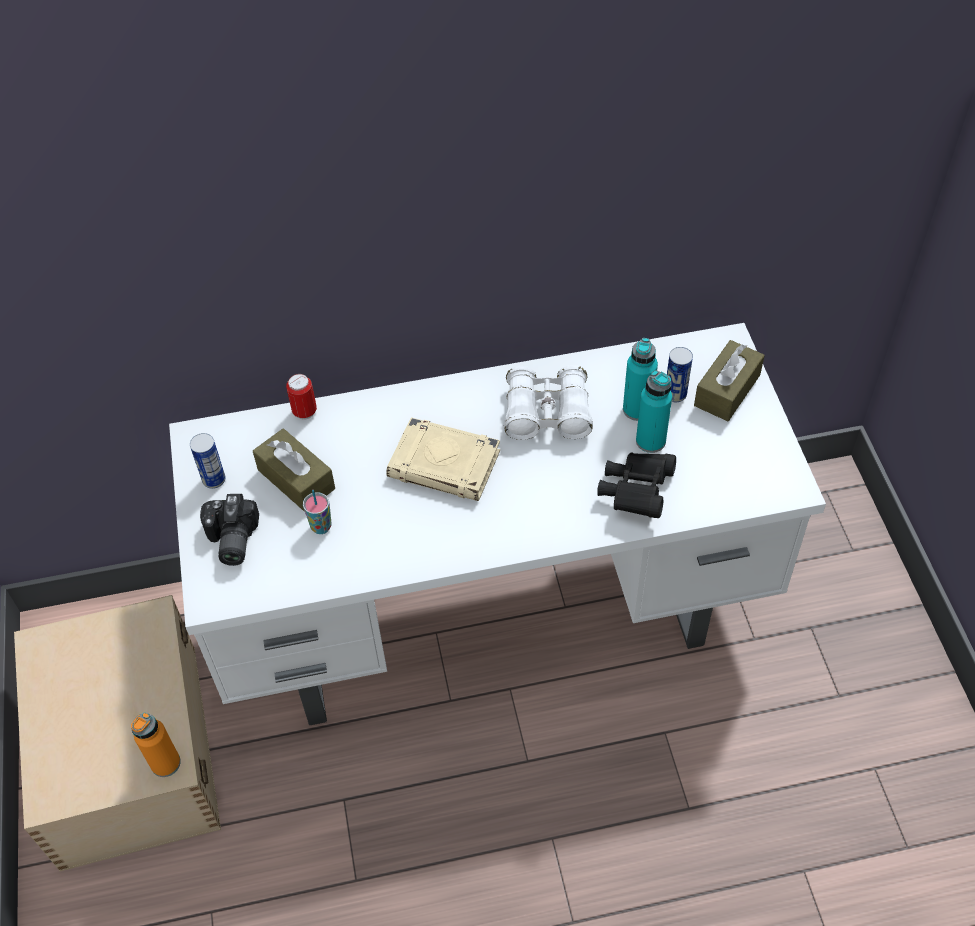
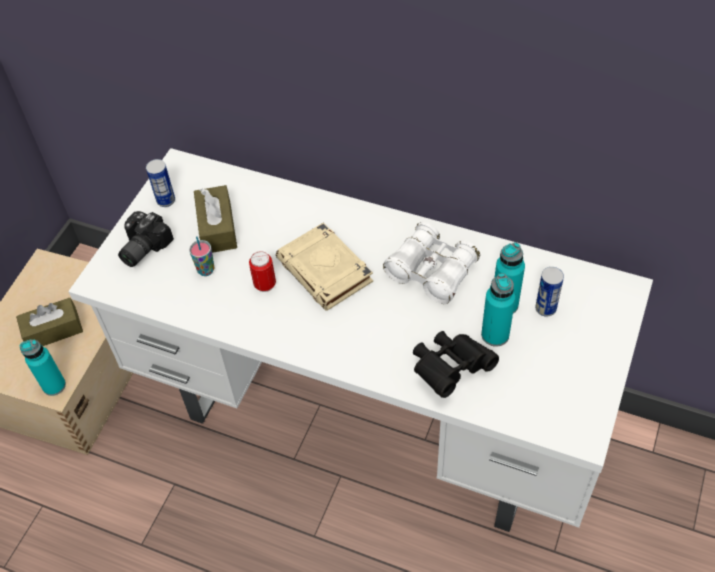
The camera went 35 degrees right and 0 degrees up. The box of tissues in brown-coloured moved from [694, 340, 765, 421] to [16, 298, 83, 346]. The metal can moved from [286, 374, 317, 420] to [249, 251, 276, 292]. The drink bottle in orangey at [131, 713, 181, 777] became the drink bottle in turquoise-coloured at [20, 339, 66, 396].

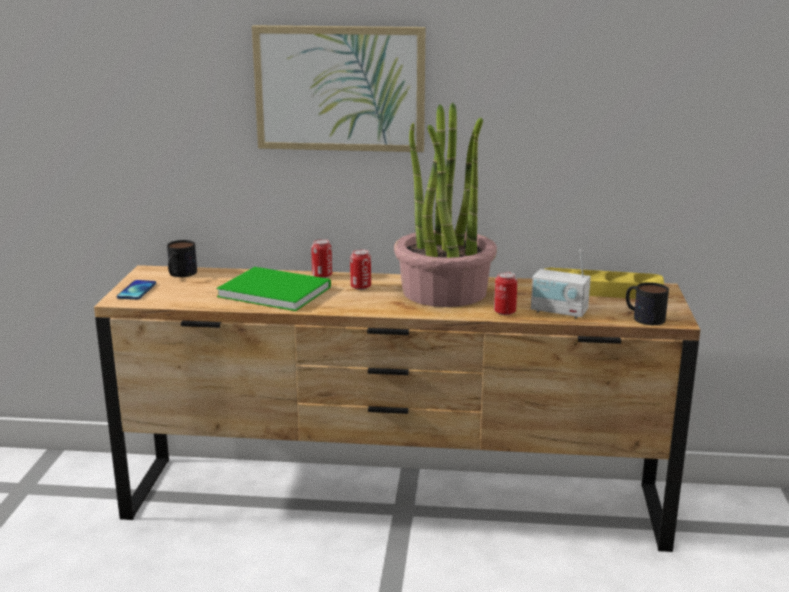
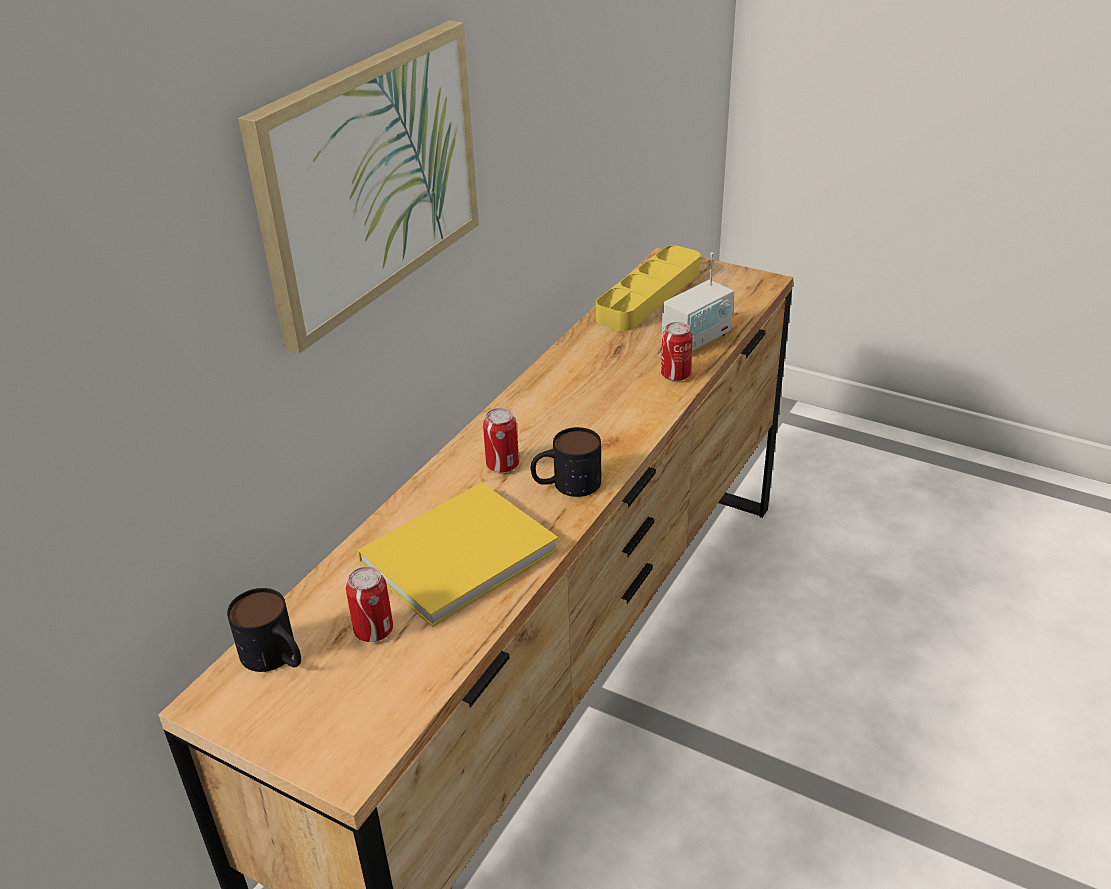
The camera went 65 degrees left and 15 degrees up. The houseplant at [394, 103, 497, 307] disappeared. The metal can moved from [311, 239, 332, 278] to [346, 566, 393, 642]. The volume in green at [217, 267, 331, 311] became the volume in yellow-coloured at [356, 482, 559, 627]. The handset at [117, 280, 156, 300] disappeared. The mug moved from [626, 282, 669, 325] to [531, 427, 601, 497].

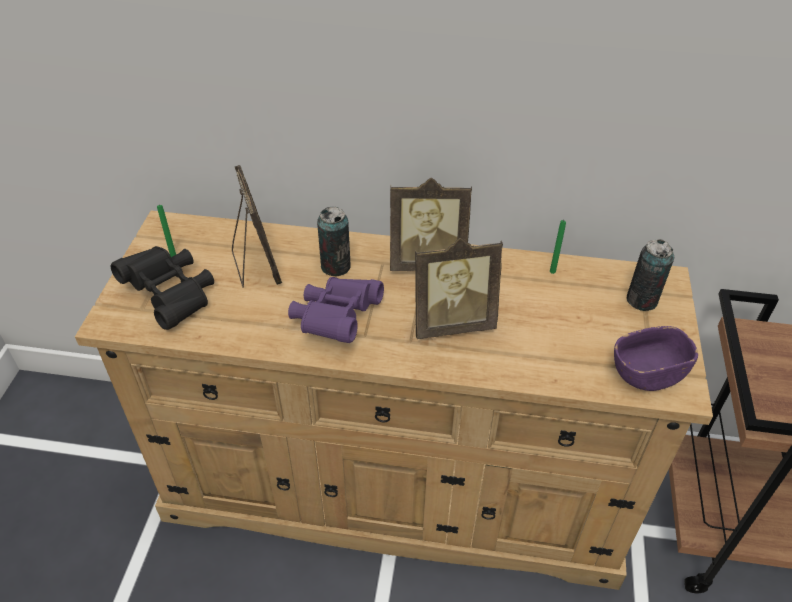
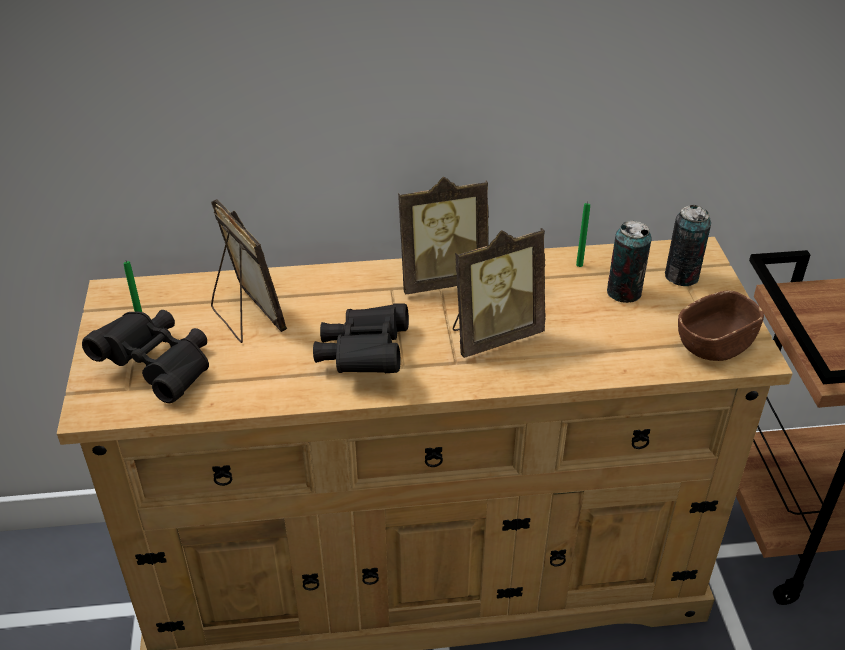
The camera went 15 degrees left and 5 degrees down. The metal can moved from [317, 207, 351, 276] to [607, 220, 652, 303]. The binoculars in purple at [288, 277, 384, 343] became the binoculars in black-coloured at [313, 303, 409, 373]. The deep dish in purple at [614, 326, 698, 391] became the deep dish in brown-coloured at [678, 290, 764, 361].

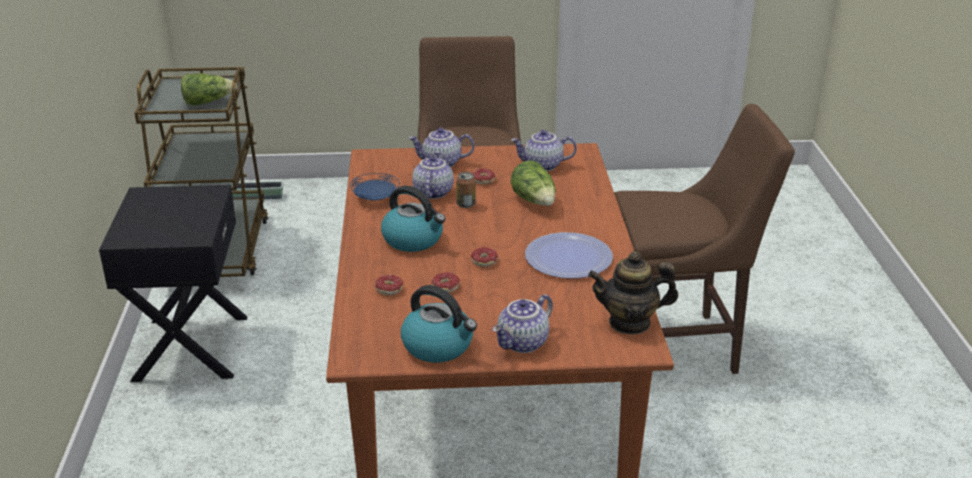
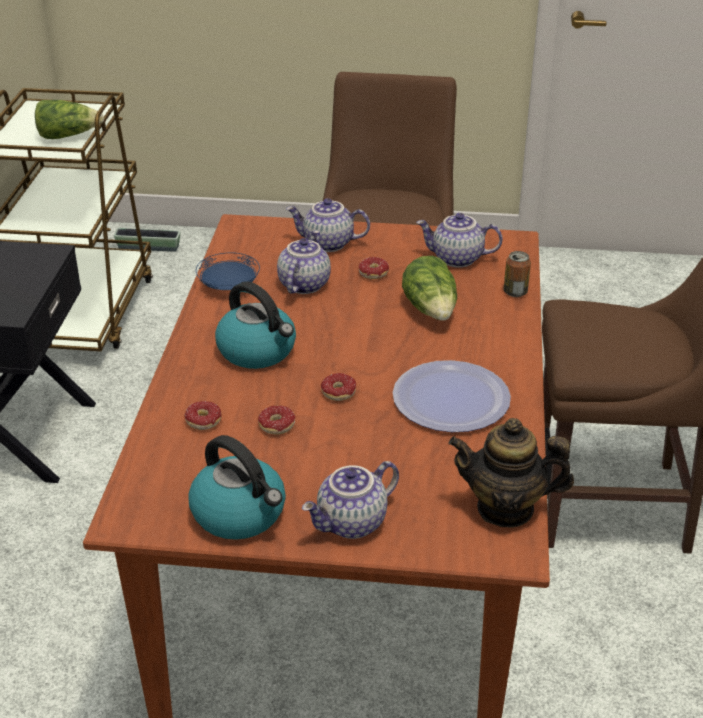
The camera went 10 degrees right and 5 degrees up. The metal can moved from [456, 172, 475, 208] to [504, 251, 531, 297].

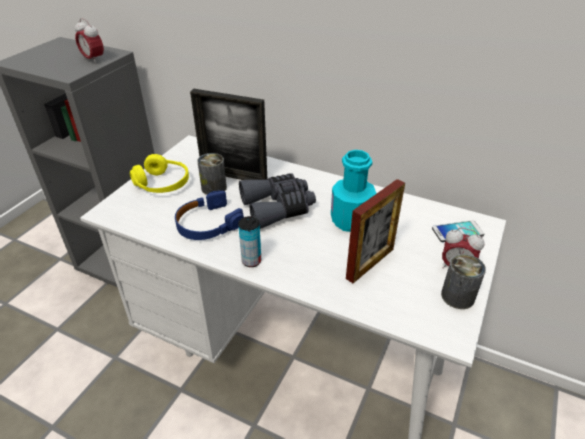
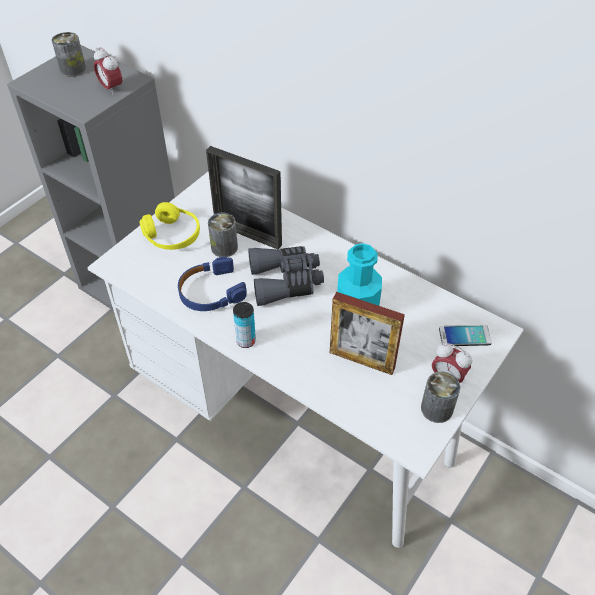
The camera went 10 degrees right and 10 degrees up. The picture frame at [346, 179, 405, 283] turned 60 degrees clockwise. The metal can at [52, 32, 86, 77] appeared.

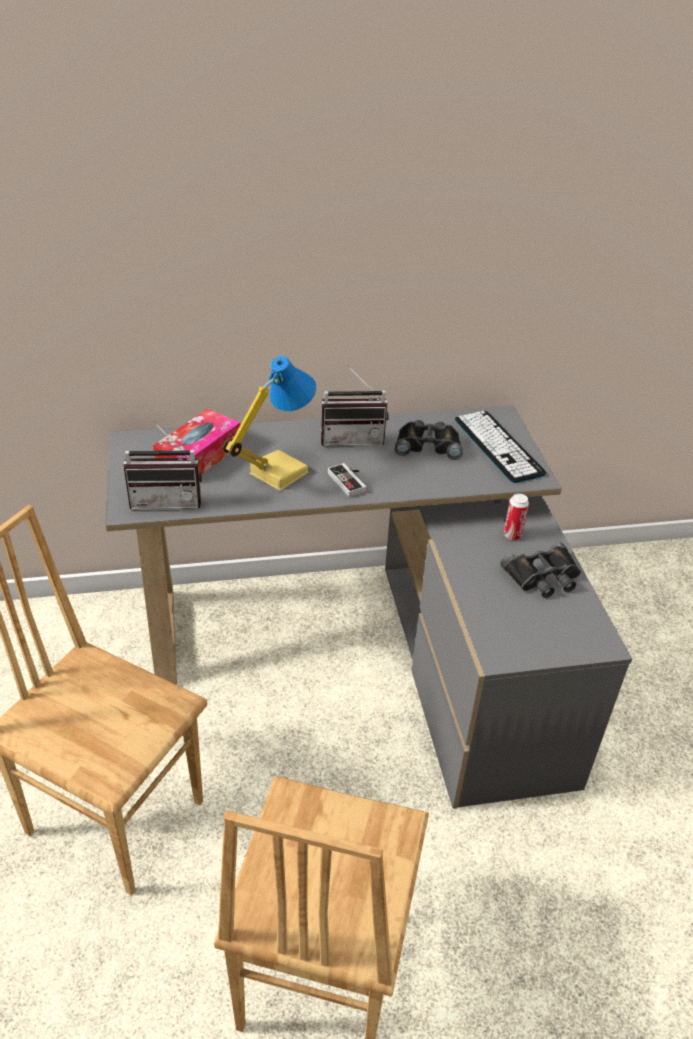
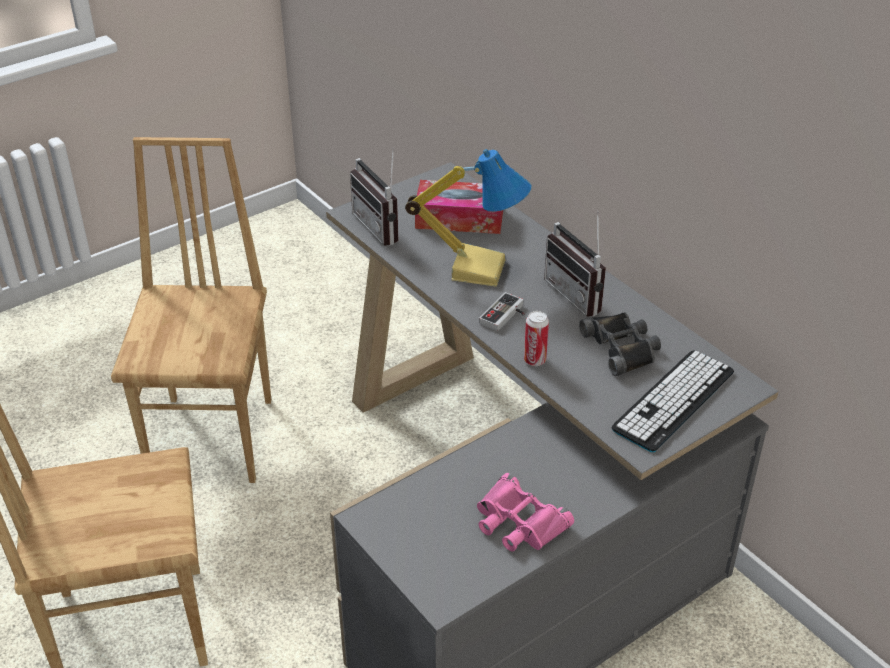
The camera went 65 degrees right and 0 degrees up. The metal can moved from [503, 493, 529, 540] to [524, 311, 549, 366]. The binoculars in black-coloured at [500, 542, 581, 598] became the binoculars in pink at [477, 473, 574, 552].

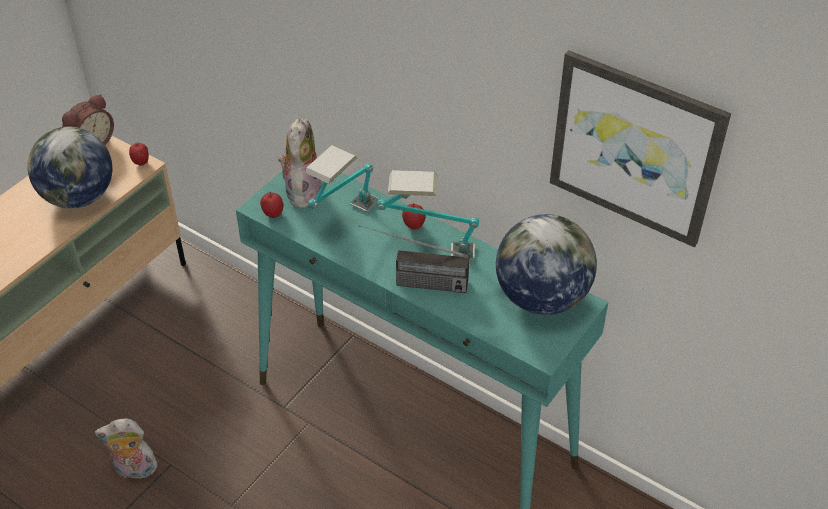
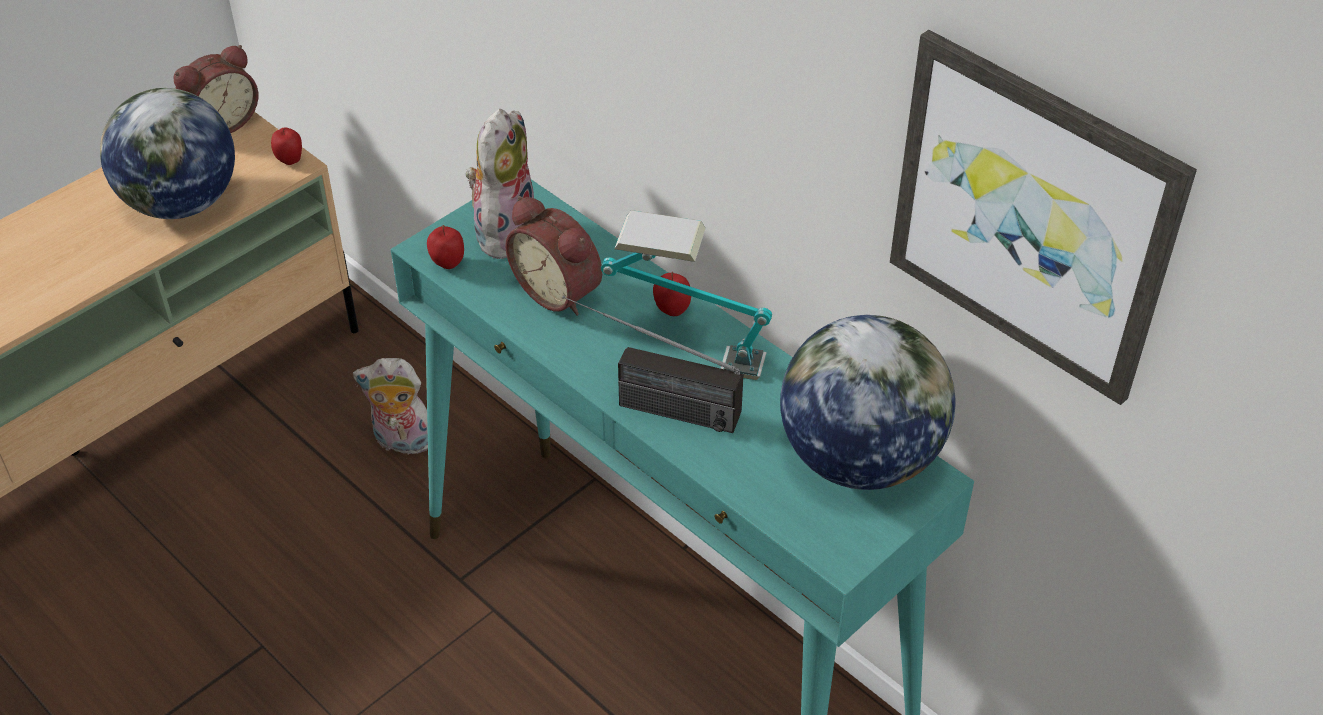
The camera went 10 degrees right and 0 degrees up. The lamp for a table at [305, 145, 379, 213] was replaced by the bedside clock at [505, 196, 602, 316]. The plush toy moved from [95, 419, 161, 479] to [353, 358, 428, 455].

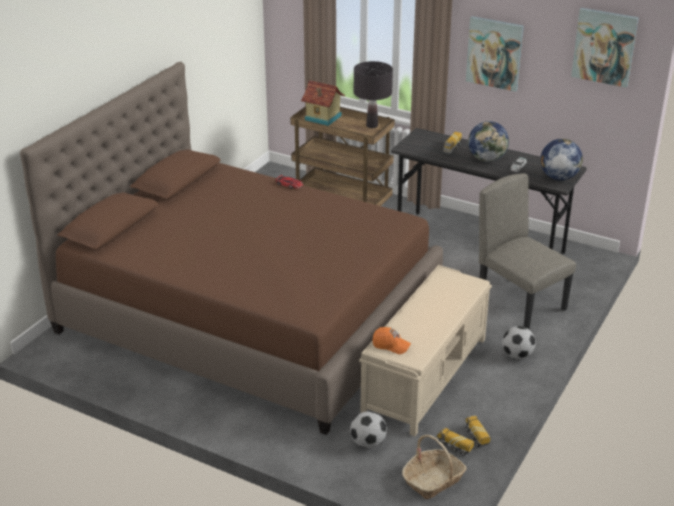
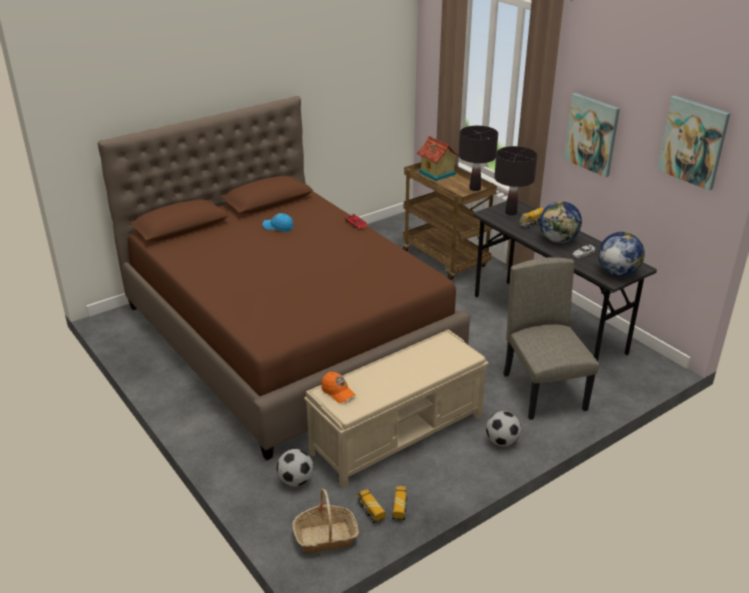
The camera went 25 degrees right and 0 degrees up. The lamp for a table in black-coloured at [494, 146, 537, 215] appeared. The cap in blue at [263, 213, 293, 232] appeared.

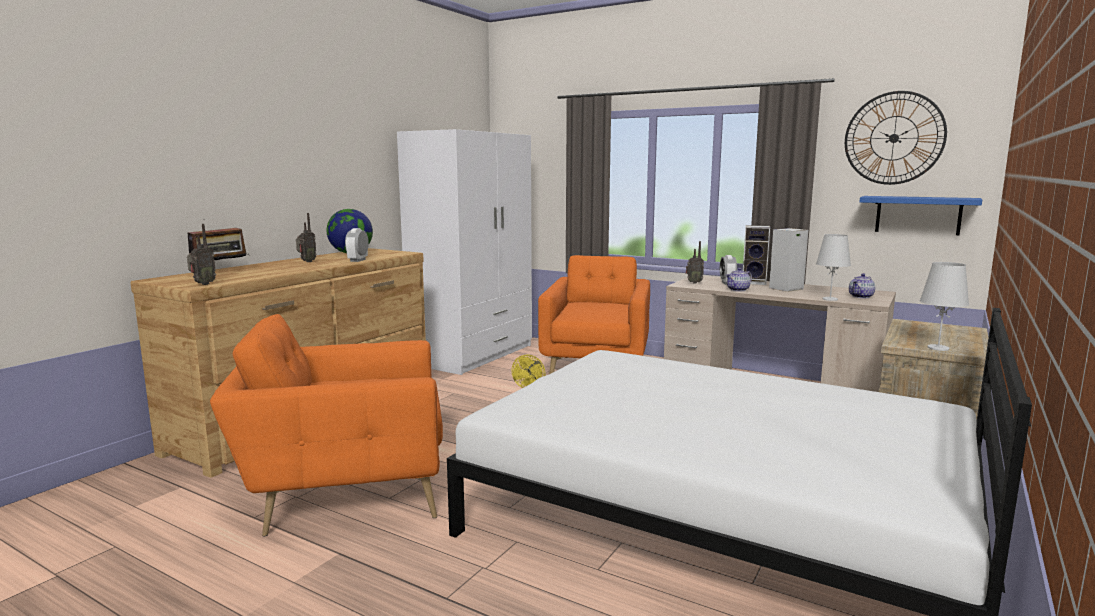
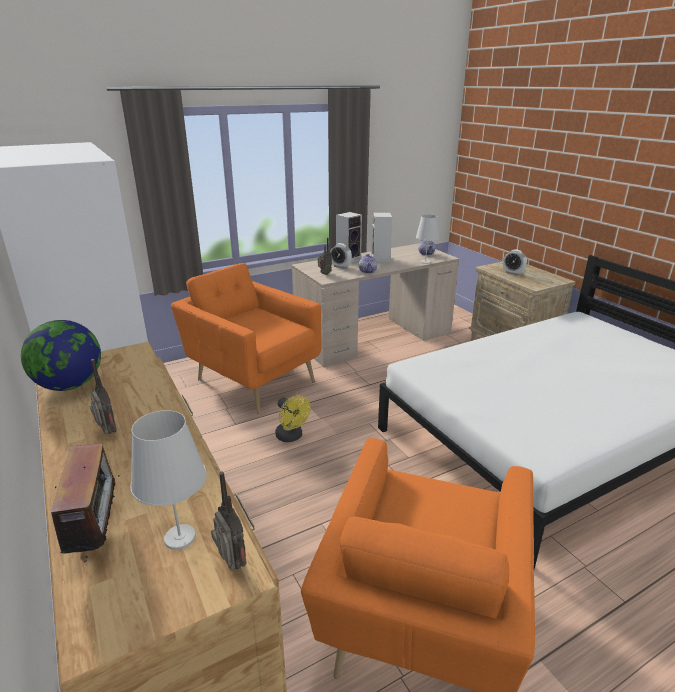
The camera went 60 degrees left and 15 degrees up. The hanging clock at [845, 91, 947, 185] disappeared. The bracket shelf in blue at [859, 196, 982, 235] disappeared. The bedside clock moved from [345, 228, 369, 262] to [503, 249, 527, 276]. The lamp for a table in white moved from [920, 262, 969, 351] to [130, 410, 207, 550].

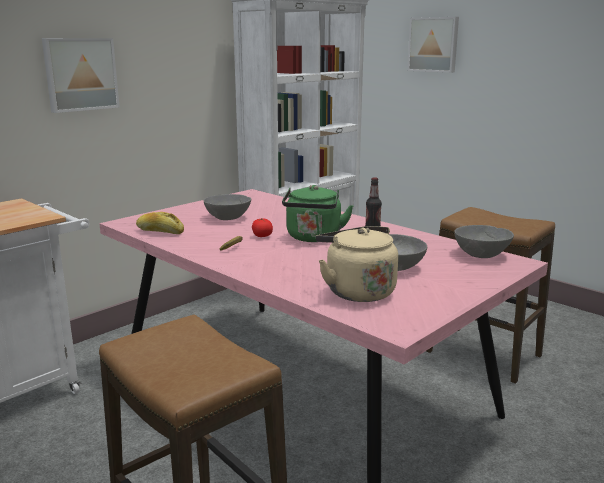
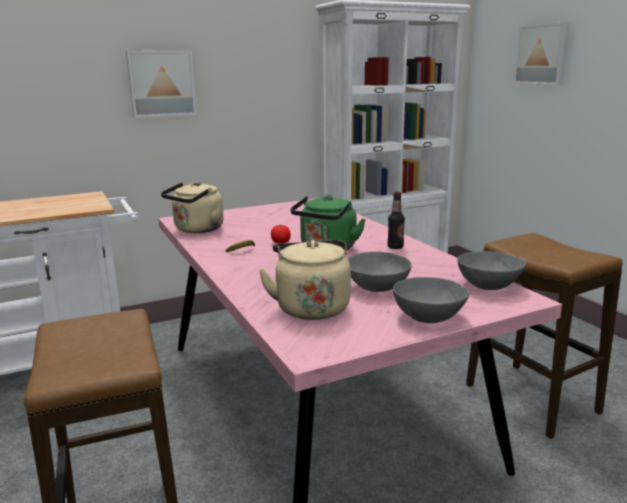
The camera went 20 degrees right and 0 degrees up. The deep dish in grey moved from [204, 194, 251, 220] to [393, 277, 469, 323]. The bakery bread at [136, 212, 184, 234] was replaced by the water kettle in sand-coloured at [161, 181, 224, 233].

